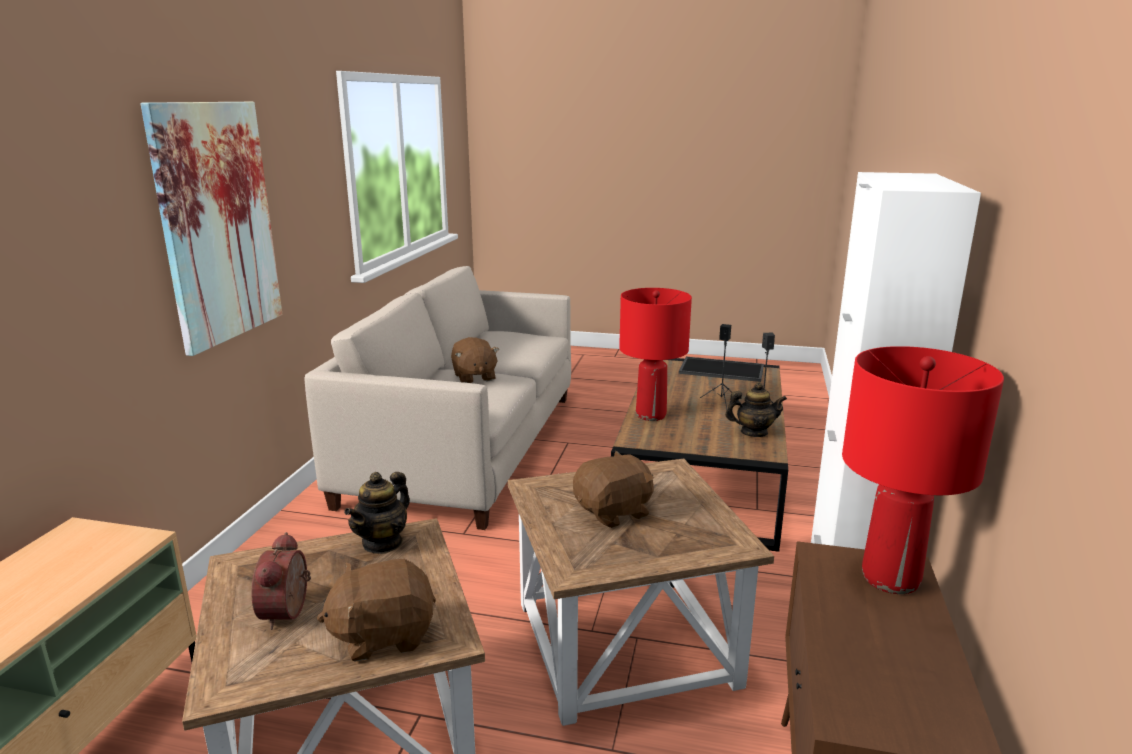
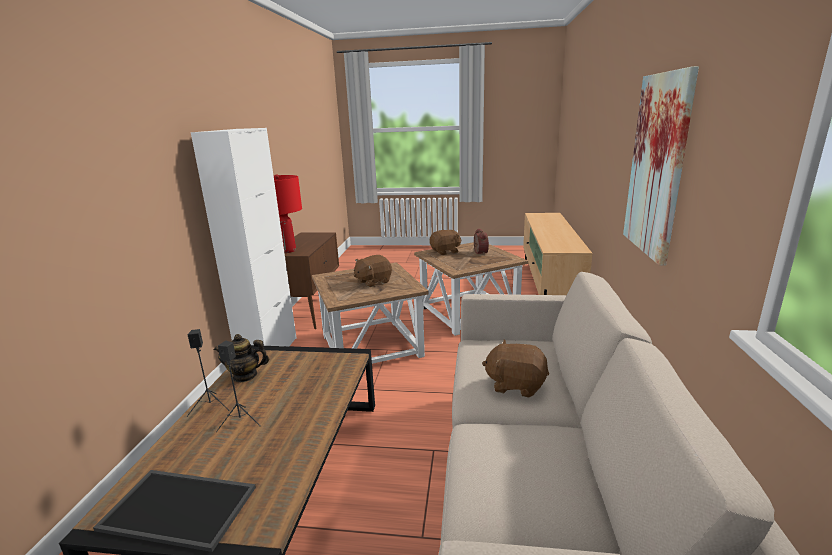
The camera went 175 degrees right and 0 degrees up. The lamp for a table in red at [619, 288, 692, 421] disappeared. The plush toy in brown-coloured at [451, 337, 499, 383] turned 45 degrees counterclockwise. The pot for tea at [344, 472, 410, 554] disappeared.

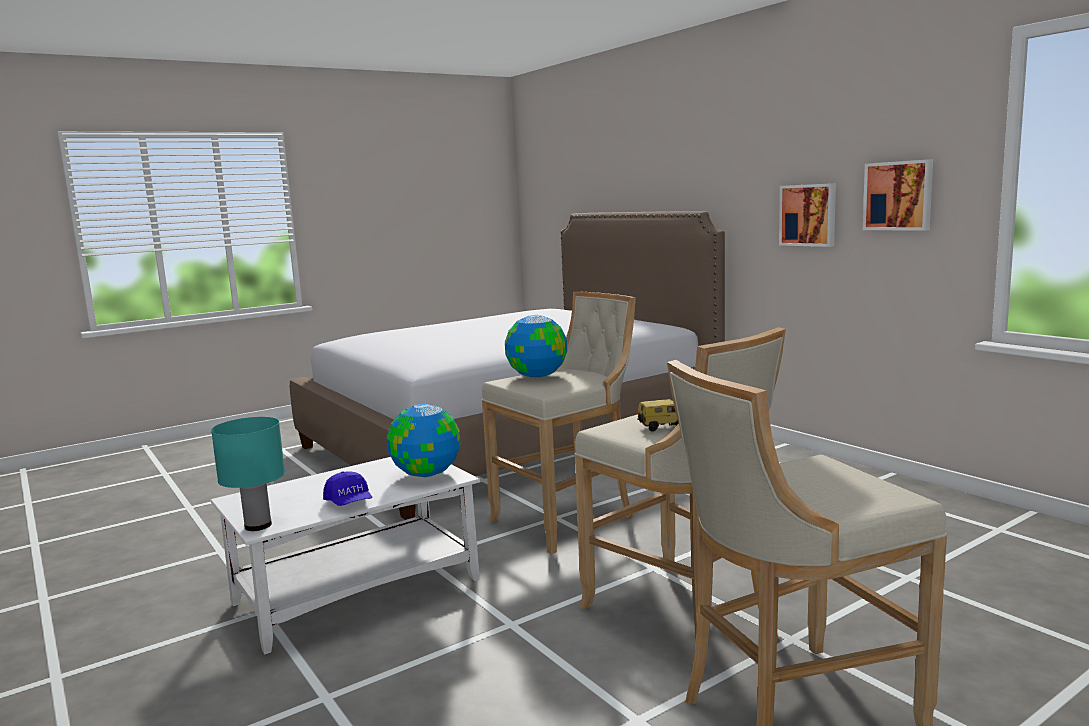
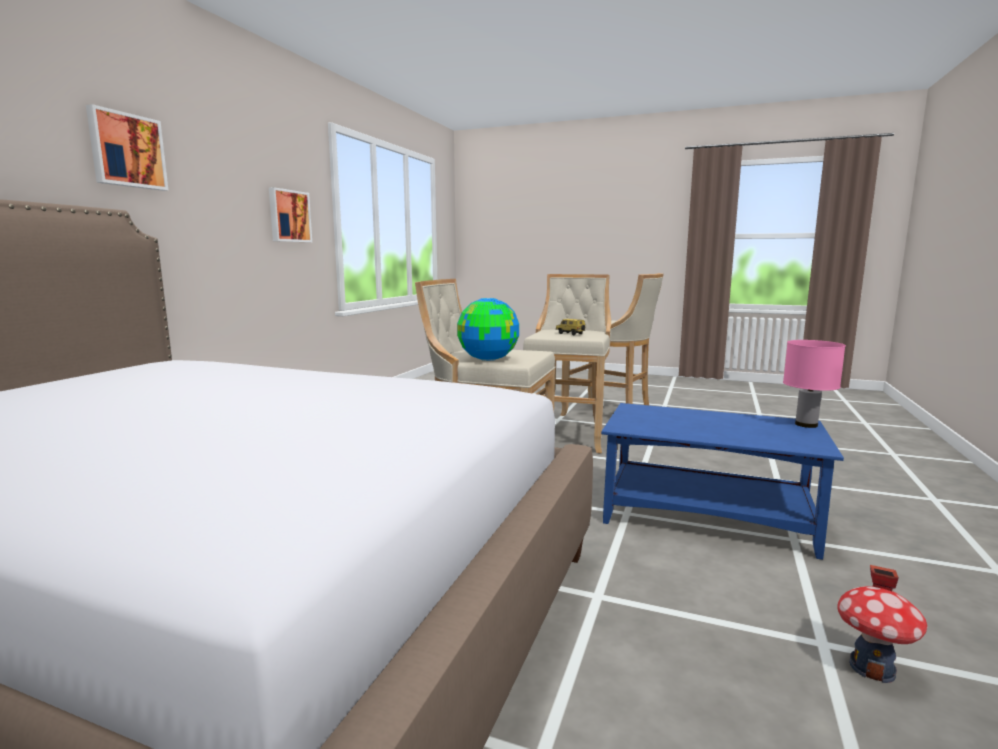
The camera went 125 degrees left and 0 degrees up. The wall art moved from [779, 183, 836, 247] to [86, 104, 168, 191]. The world globe at [387, 404, 461, 477] disappeared. The lamp for a table in turquoise-coloured at [211, 417, 285, 531] became the lamp for a table in pink at [783, 340, 846, 428]. The coffee table in white at [211, 457, 480, 654] became the coffee table in blue at [601, 403, 844, 560]. The cap in blue at [323, 471, 372, 506] disappeared. The toy house at [837, 565, 927, 683] appeared.

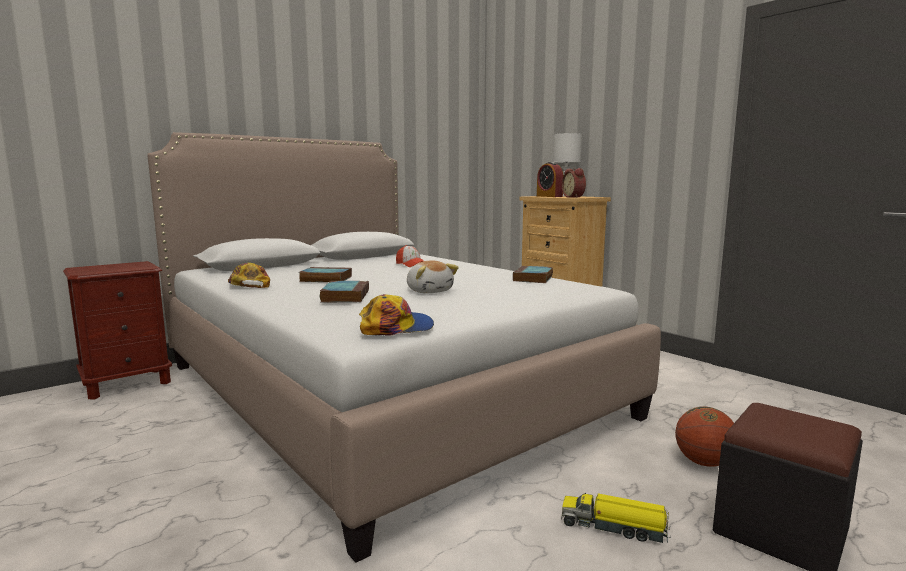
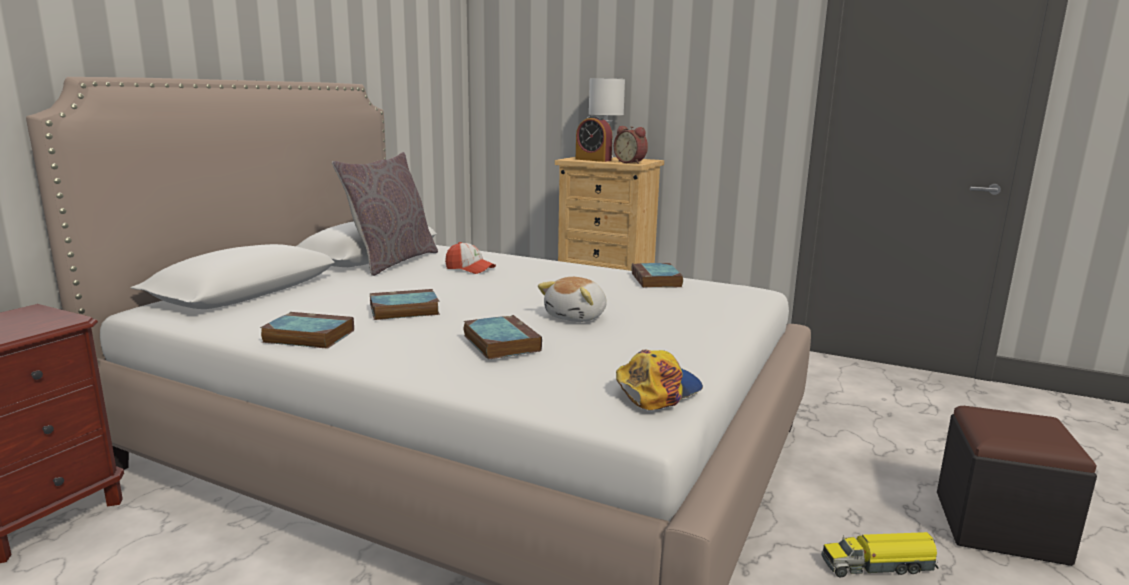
The camera went 25 degrees left and 5 degrees up. The plush toy at [407, 260, 459, 293] turned 90 degrees clockwise. The cap at [228, 263, 270, 288] was replaced by the volume at [260, 312, 354, 349]. The ball for basketball at [675, 407, 734, 467] disappeared. The cushion in grey at [332, 152, 438, 276] appeared.

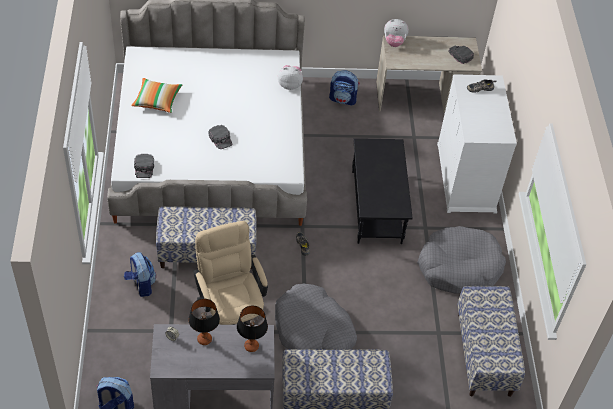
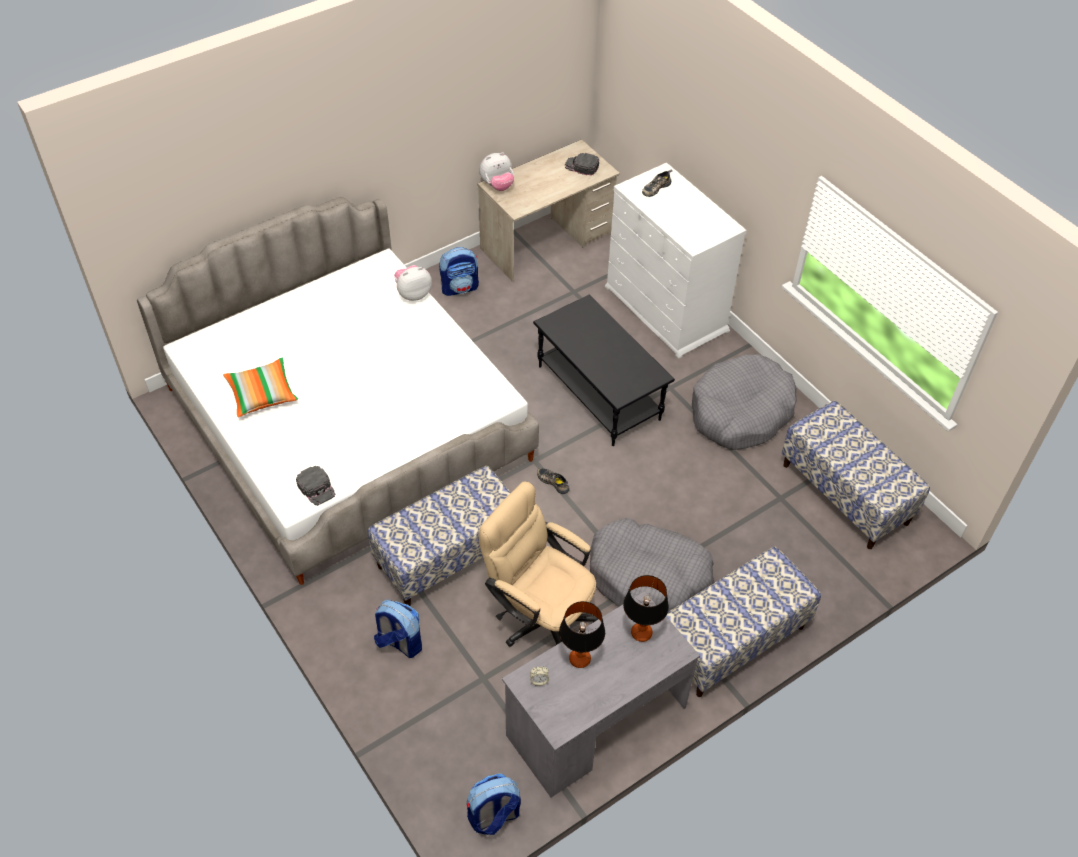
The camera went 30 degrees left and 0 degrees up. The cap in black-coloured at [208, 125, 233, 149] disappeared.

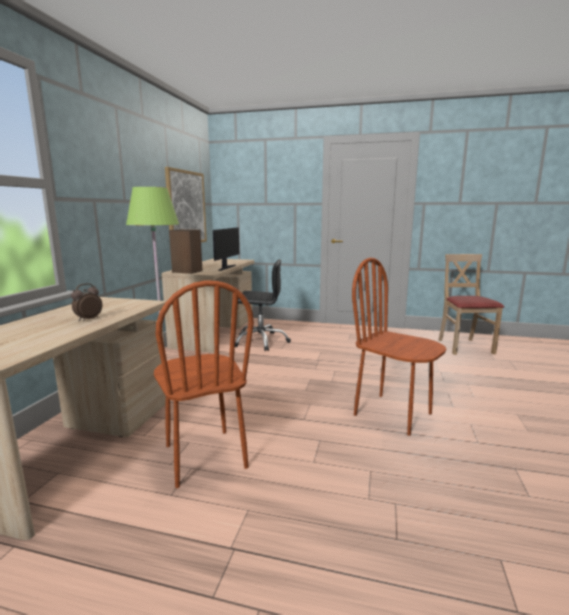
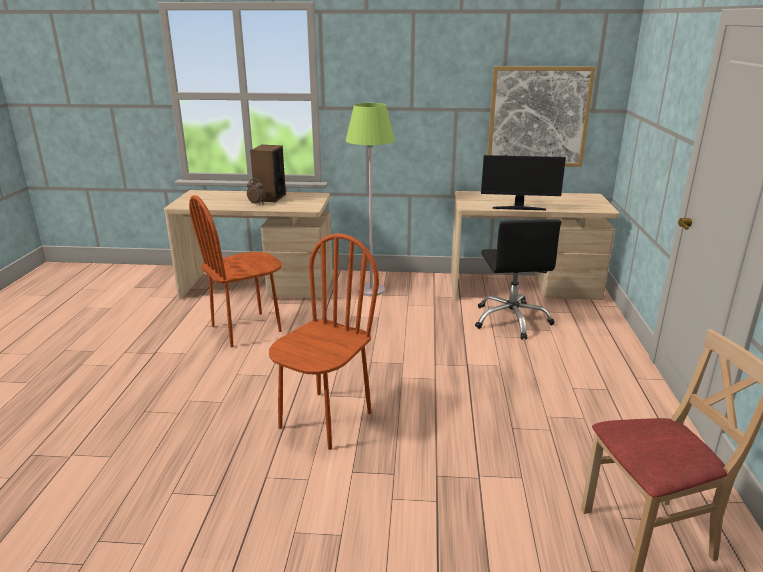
The camera went 80 degrees right and 10 degrees up. The speaker moved from [169, 229, 203, 274] to [250, 145, 286, 202].

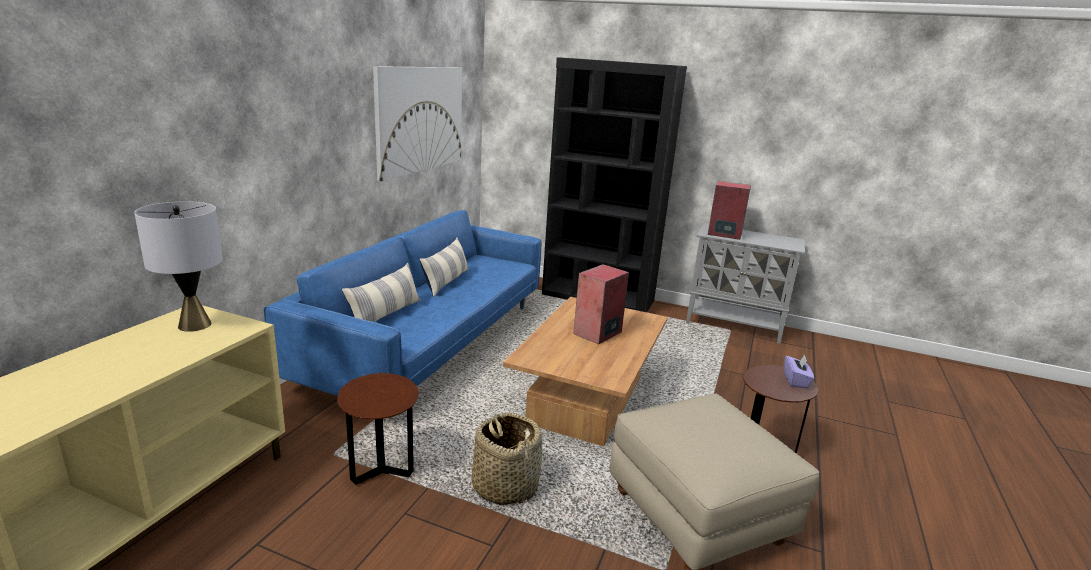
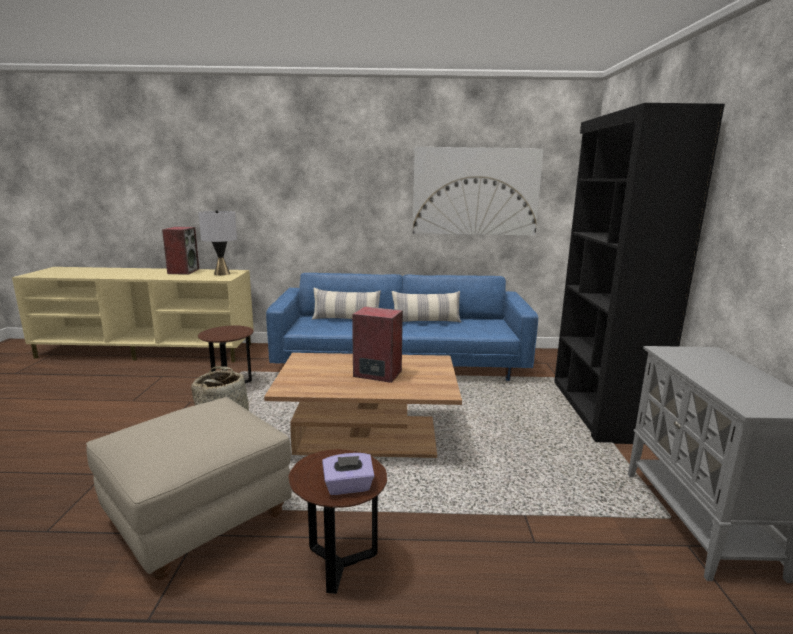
The camera went 70 degrees right and 5 degrees down. The speaker moved from [708, 181, 751, 240] to [162, 227, 199, 275].

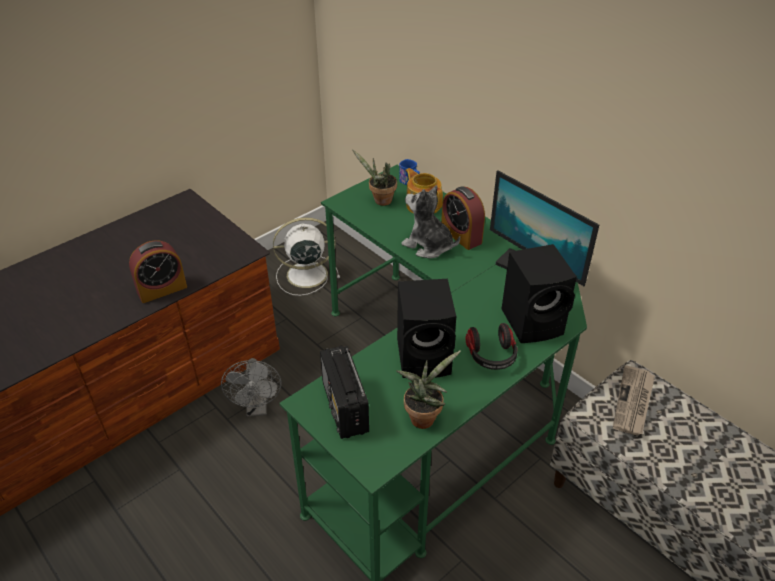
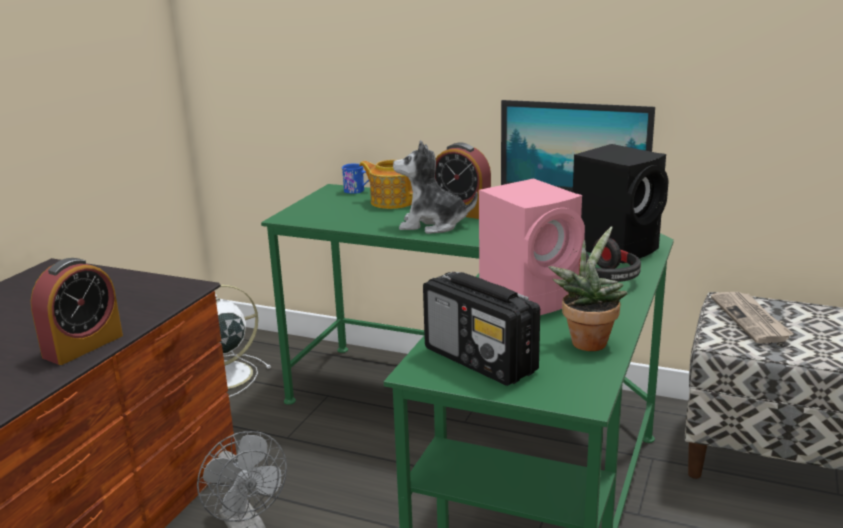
The camera went 25 degrees left and 20 degrees down. The houseplant at [352, 149, 397, 206] disappeared. The speaker in black-coloured at [397, 279, 456, 378] became the speaker in pink at [479, 178, 585, 315].

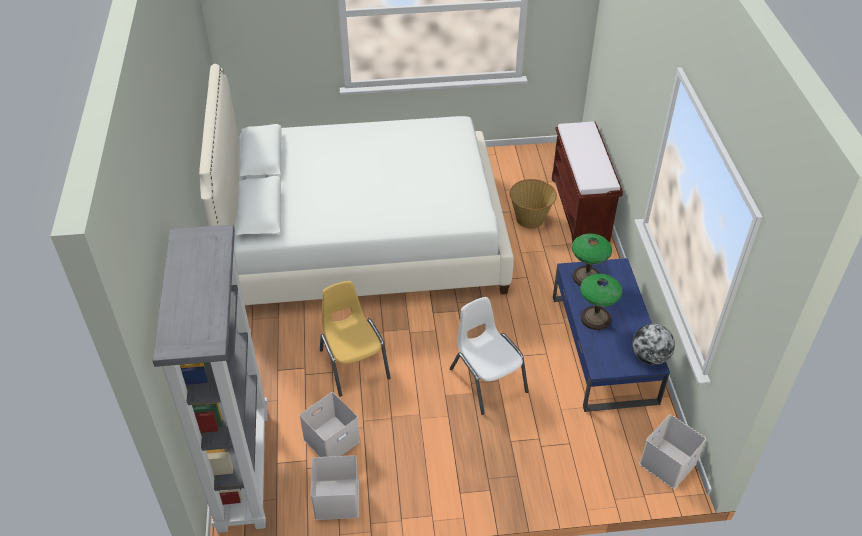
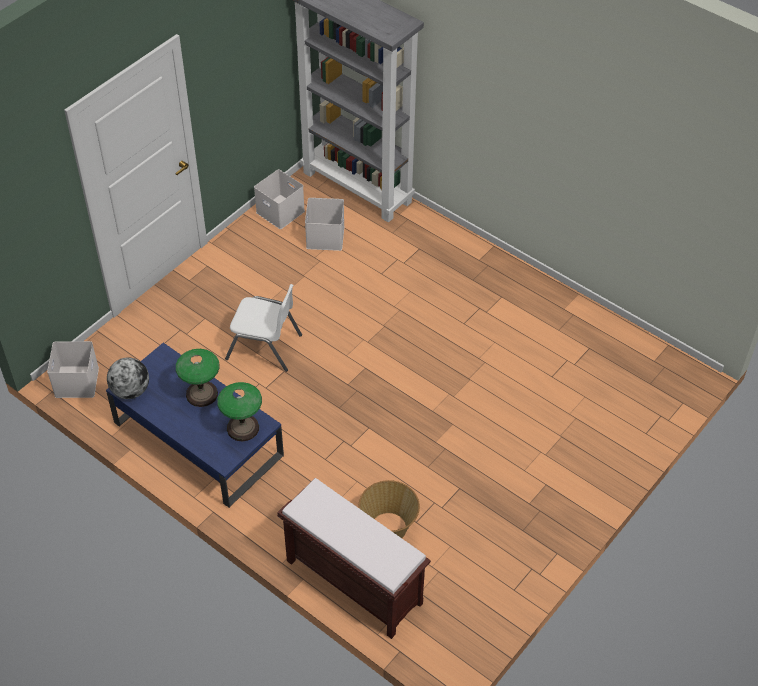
The camera went 135 degrees right and 5 degrees up. The bedroom bed in white at [199, 64, 514, 305] disappeared. The upright chair in yellow-coloured at [320, 281, 391, 397] disappeared.

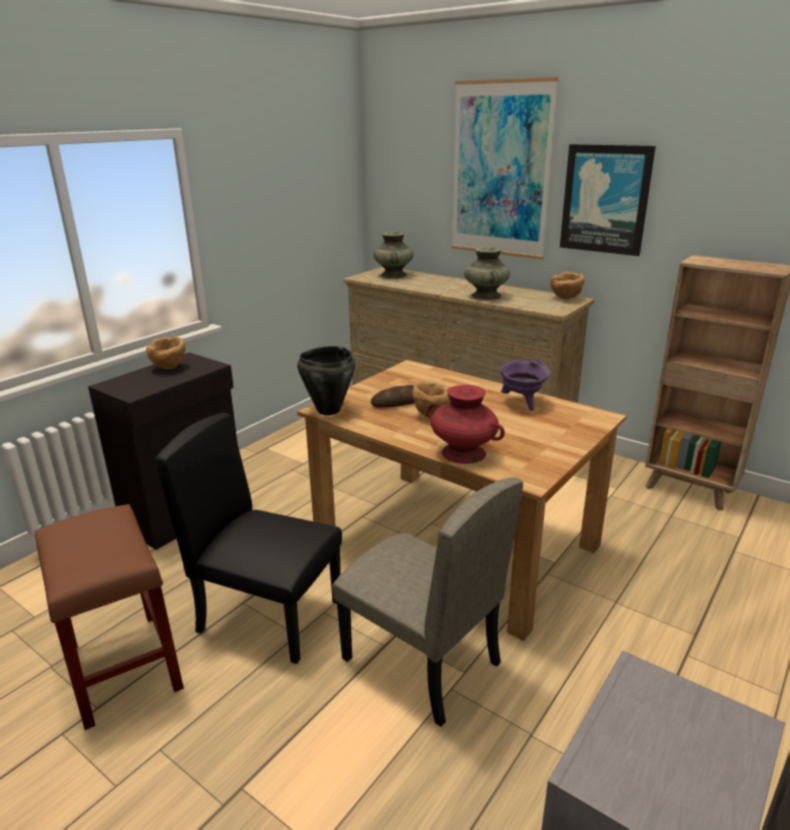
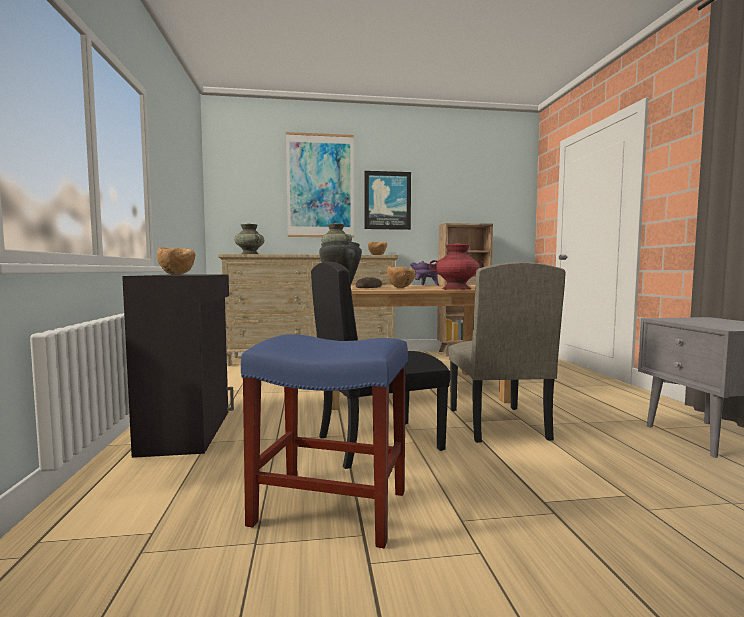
The camera went 45 degrees left and 20 degrees down. The upright chair in sand-coloured at [332, 477, 523, 727] turned 90 degrees clockwise. The sitting stool in brown-coloured at [35, 504, 184, 730] became the sitting stool in blue at [241, 334, 408, 548].

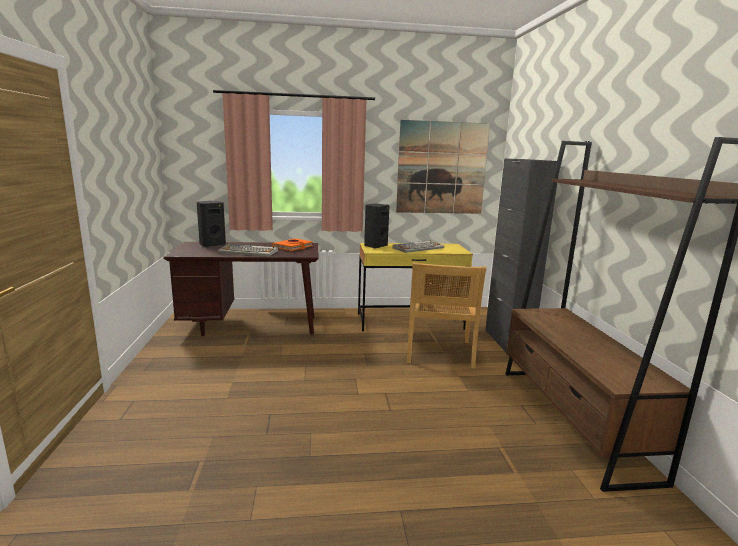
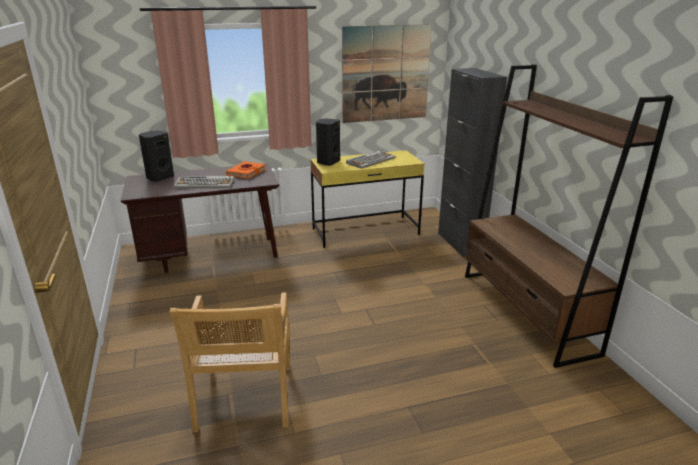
The camera went 10 degrees left and 10 degrees up. The upright chair in sand-coloured moved from [407, 262, 486, 369] to [170, 292, 290, 432].

